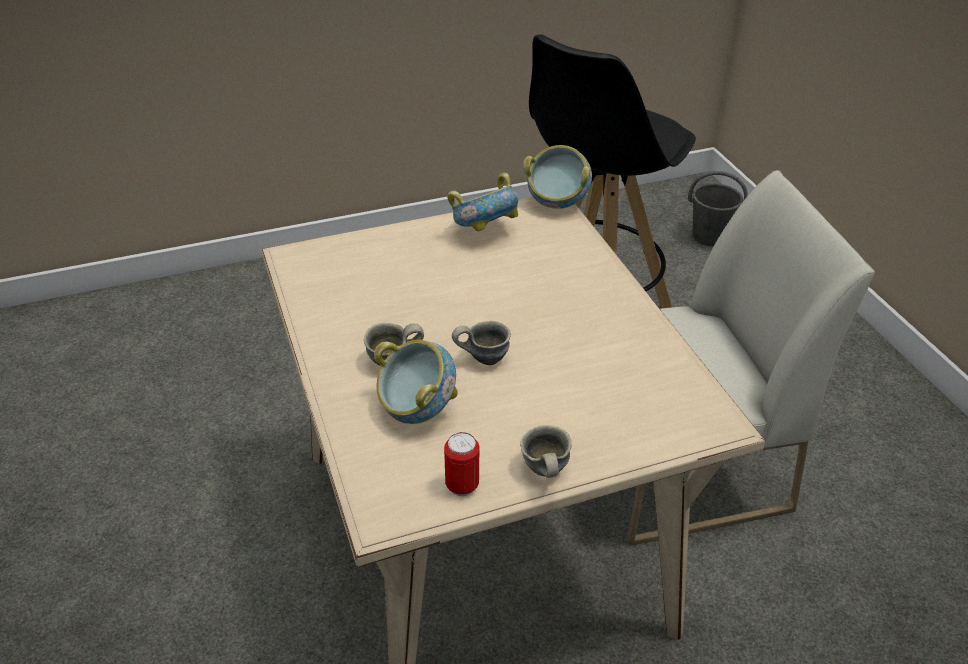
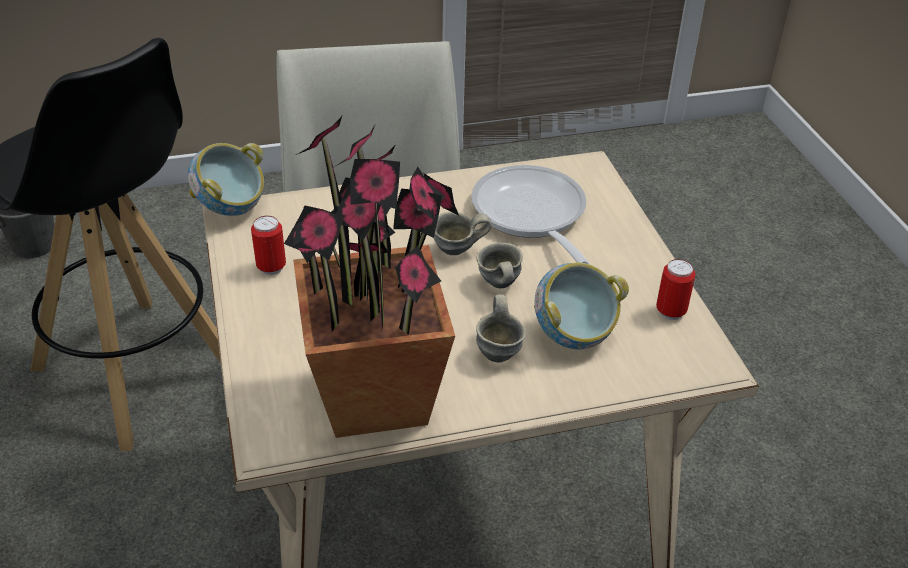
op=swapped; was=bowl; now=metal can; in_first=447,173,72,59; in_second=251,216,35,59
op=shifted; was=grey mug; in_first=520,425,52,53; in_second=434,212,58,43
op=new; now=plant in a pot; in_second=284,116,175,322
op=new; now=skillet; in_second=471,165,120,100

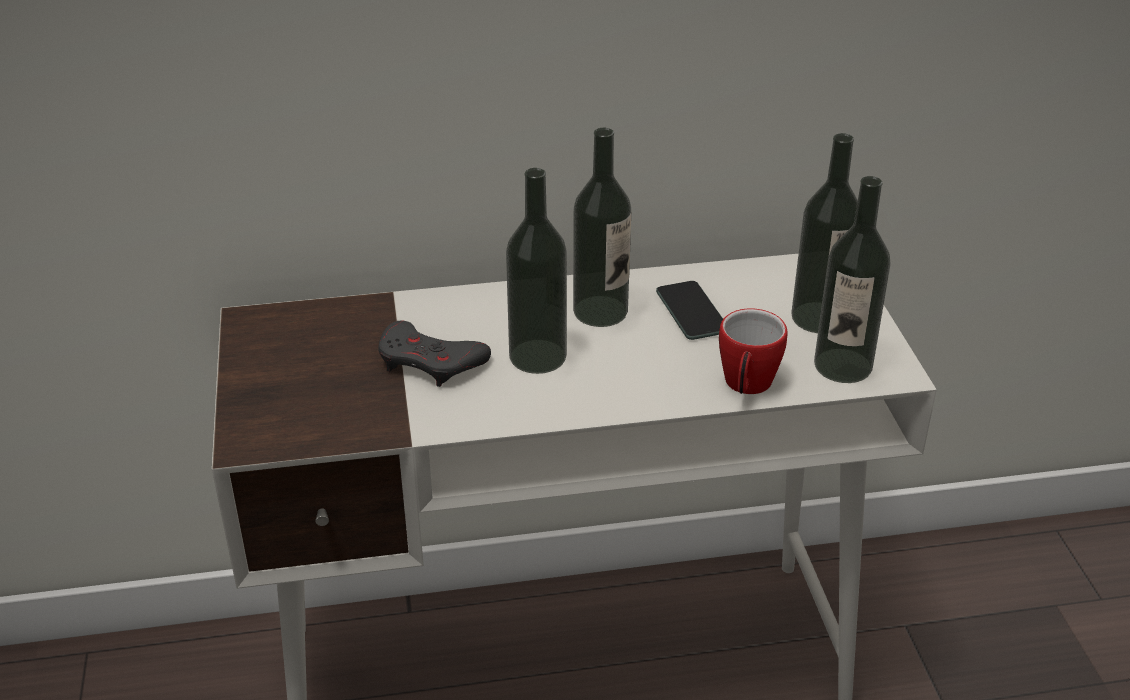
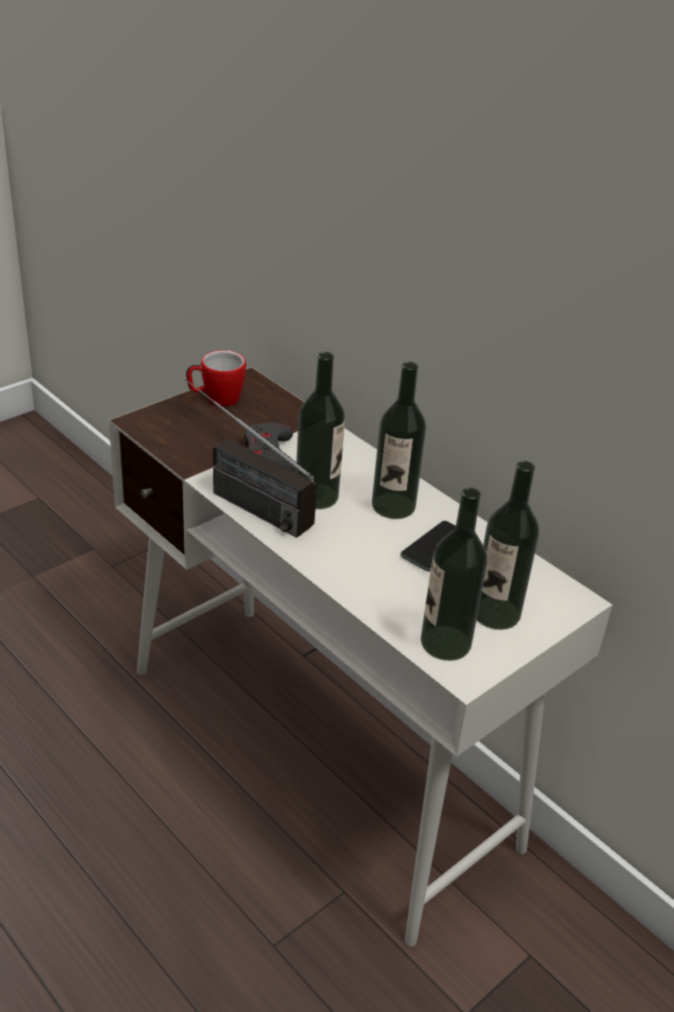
op=shifted; was=mug; in_first=719,309,69,85; in_second=186,350,60,57
op=new; now=radio; in_second=184,378,133,160

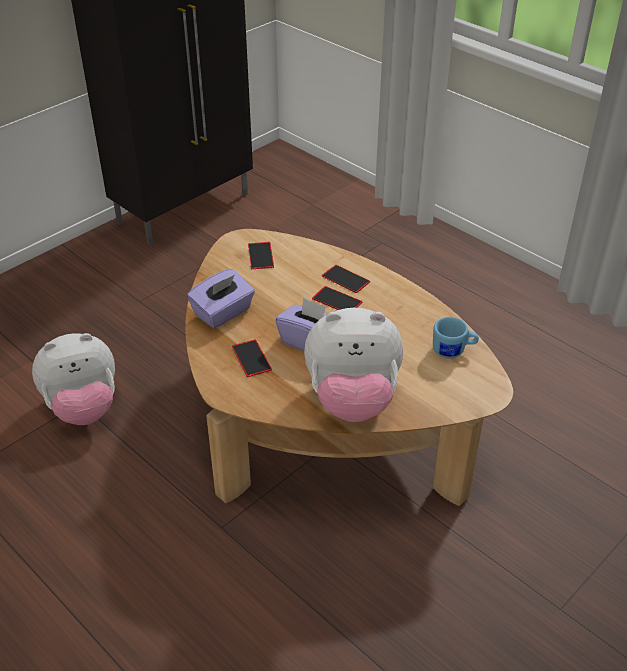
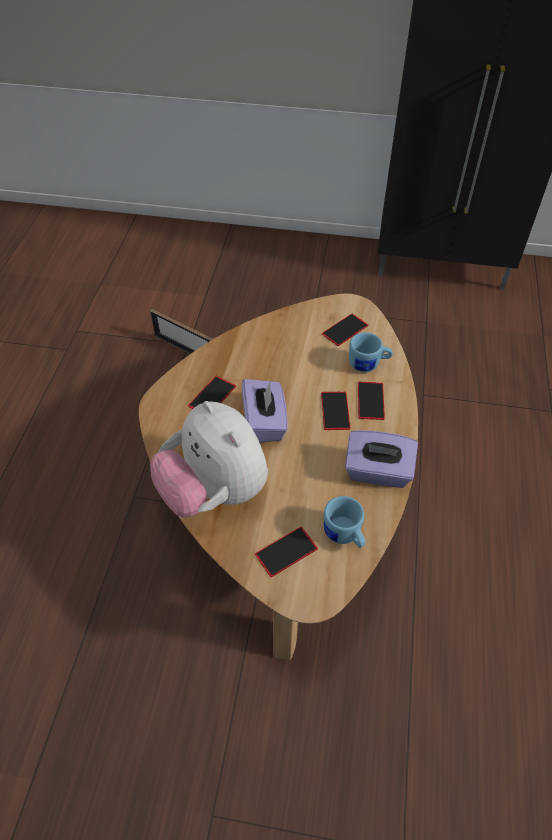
op=swapped; was=cuddly toy; now=picture frame; in_first=32,333,83,92; in_second=150,309,63,45
op=shifted; was=purplish tissue holder; in_first=187,269,68,60; in_second=345,430,73,58
op=new; now=handset; in_second=255,527,63,50
op=new; now=bluish mug; in_second=349,332,44,41

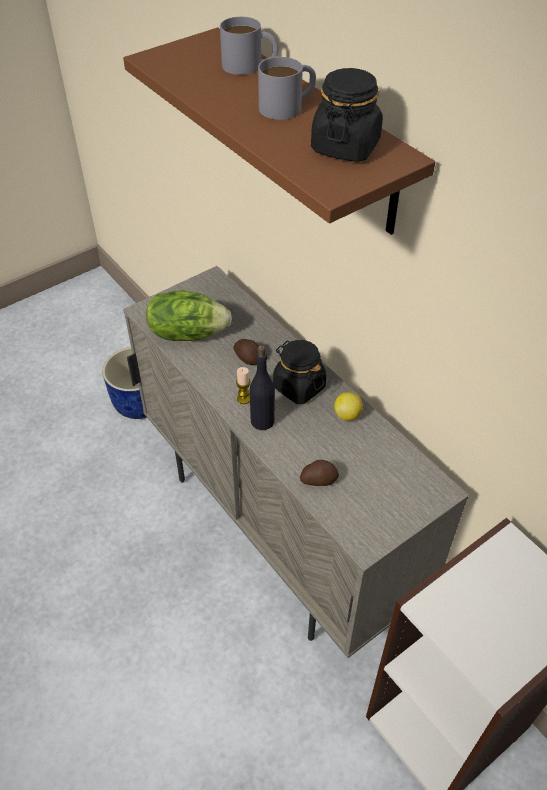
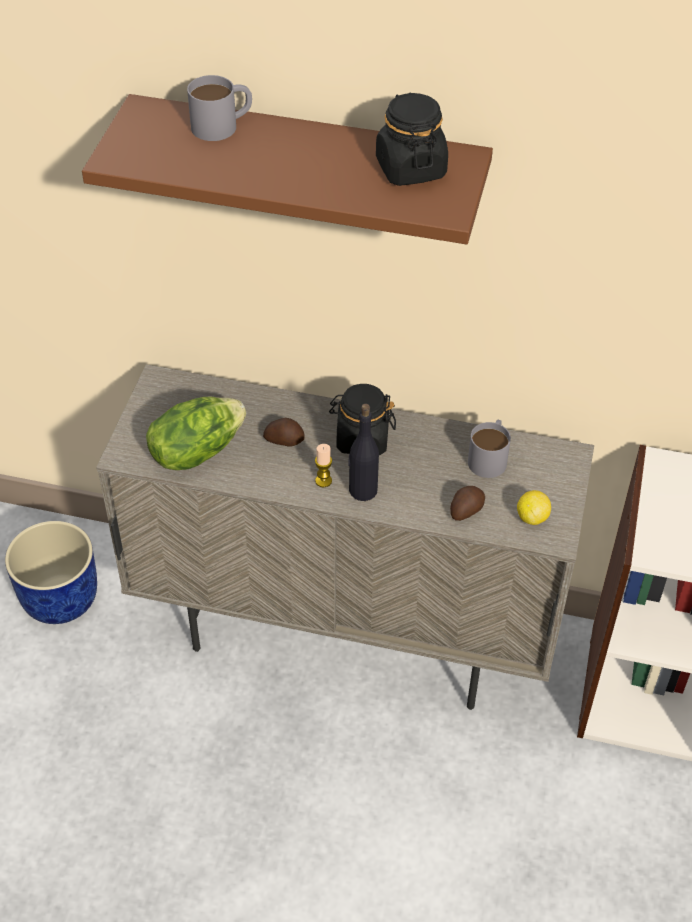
op=shifted; was=grey mug; in_first=258,57,58,63; in_second=468,420,43,58
op=shifted; was=whole lemon; in_first=334,392,29,29; in_second=517,490,34,35

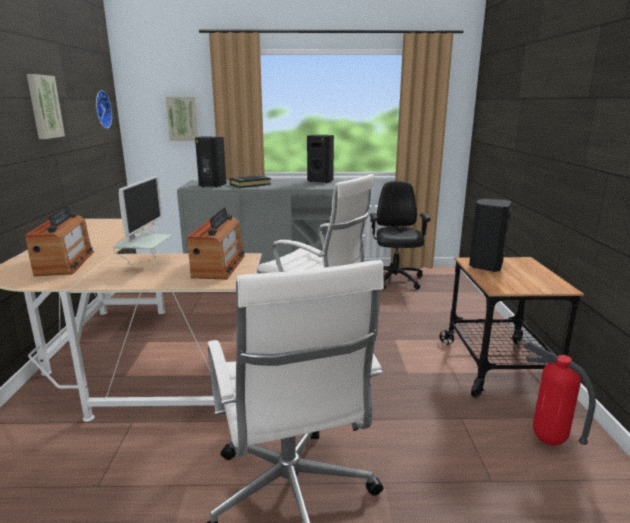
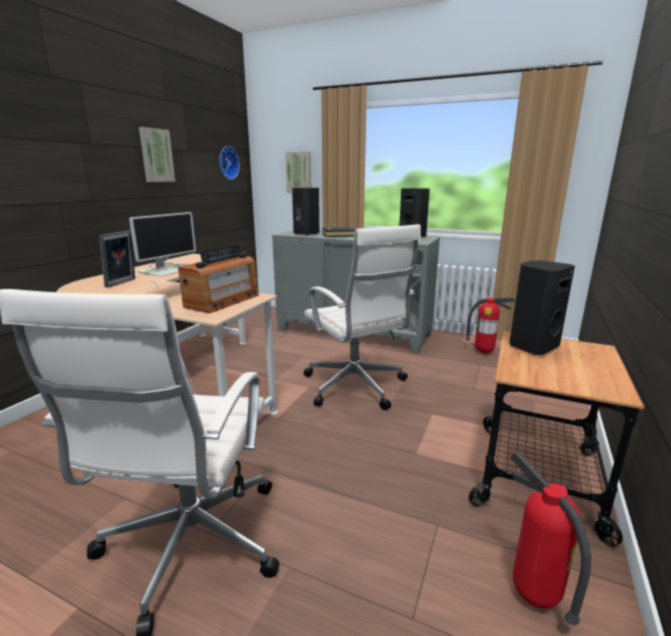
op=swapped; was=radio; now=picture frame; in_first=25,205,69,71; in_second=99,231,36,57
op=swapped; was=black-coloured desk chair; now=extinguisher; in_first=370,181,61,109; in_second=465,297,50,56

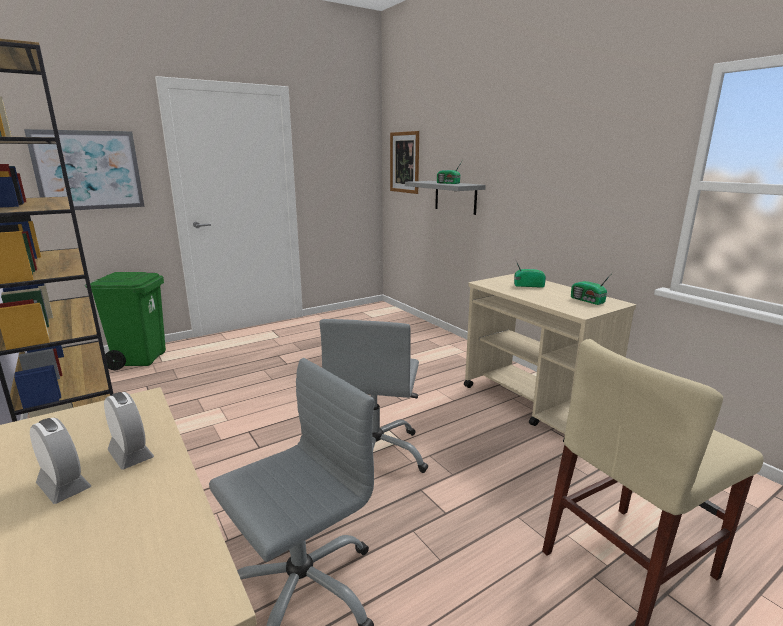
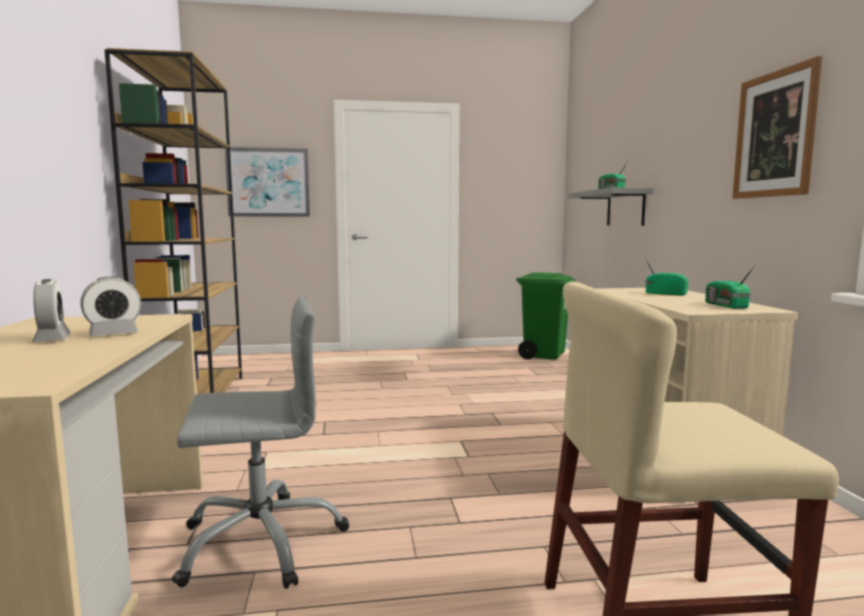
op=shifted; was=green-coloured waste bin; in_first=85,272,81,98; in_second=516,272,60,88
op=rotated; was=alarm clock; in_first=104,392,50,77; in_second=80,277,61,59; clockwise=75
op=gone; was=grey desk chair; in_first=319,319,109,154
op=shifted; was=picture; in_first=390,131,29,63; in_second=732,56,90,143

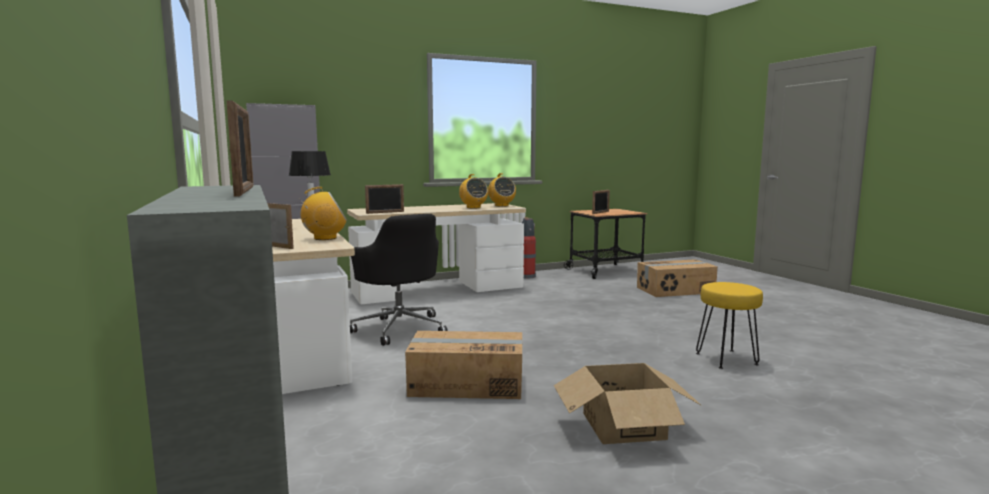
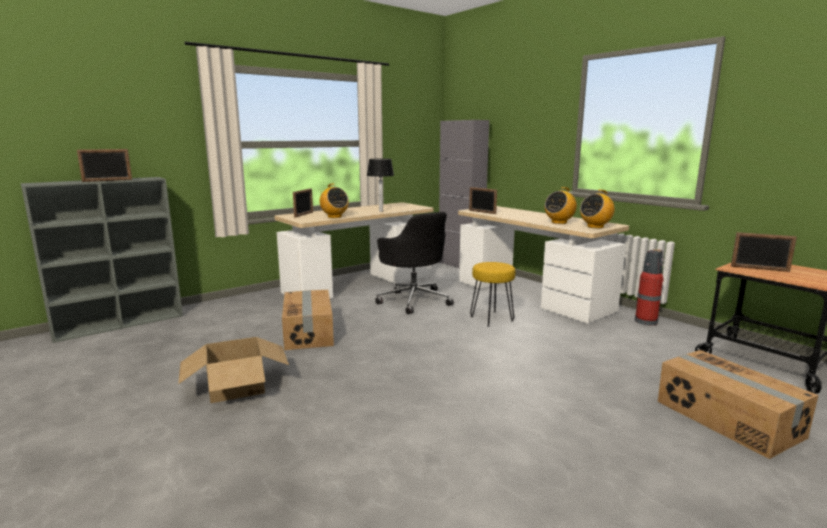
op=rotated; was=black-coloured desk chair; in_first=350,214,98,132; in_second=375,212,79,102; clockwise=-75
op=shifted; was=yellow sitting stool; in_first=696,282,67,87; in_second=470,262,46,65

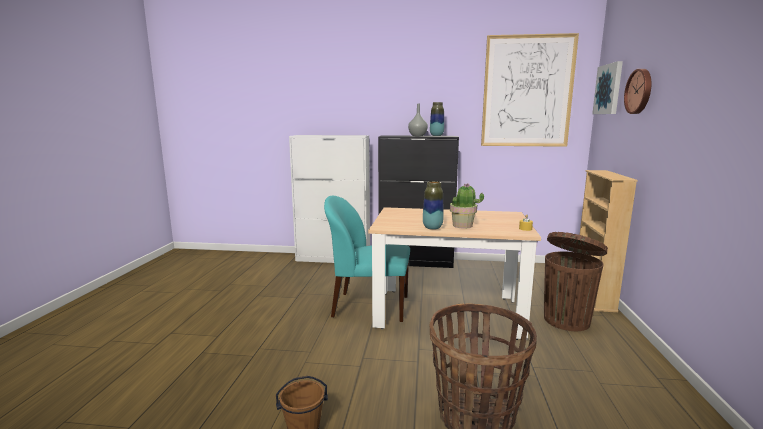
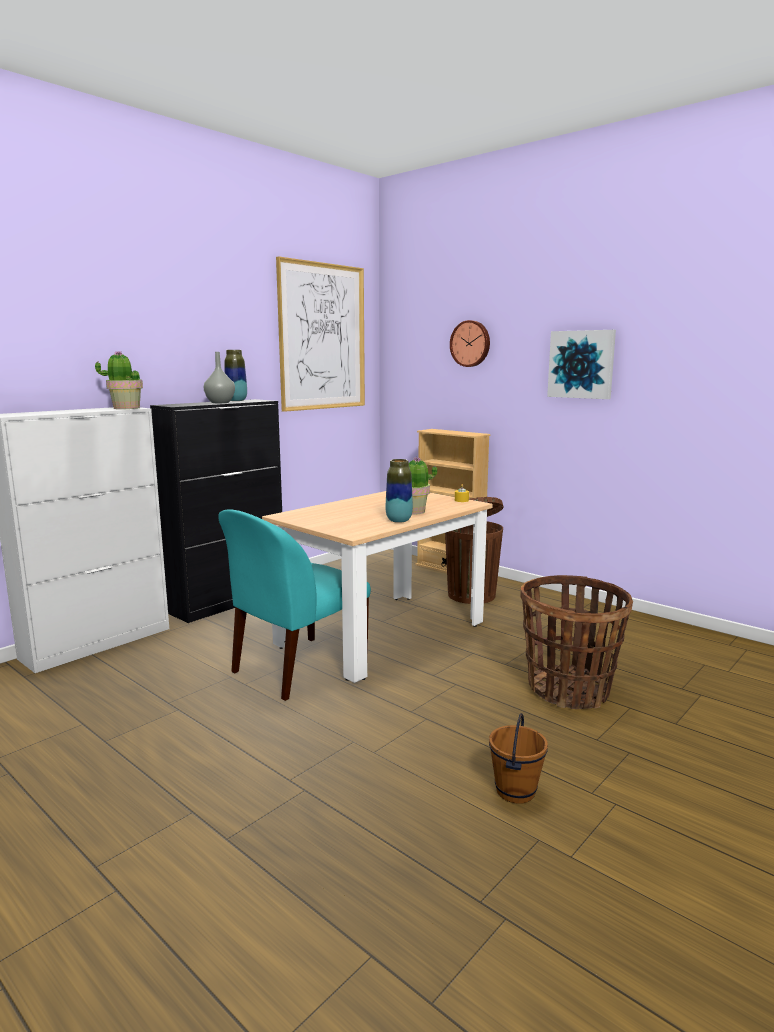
op=shifted; was=picture; in_first=592,61,31,53; in_second=547,330,69,69
op=new; now=plant in a pot; in_second=95,351,48,58

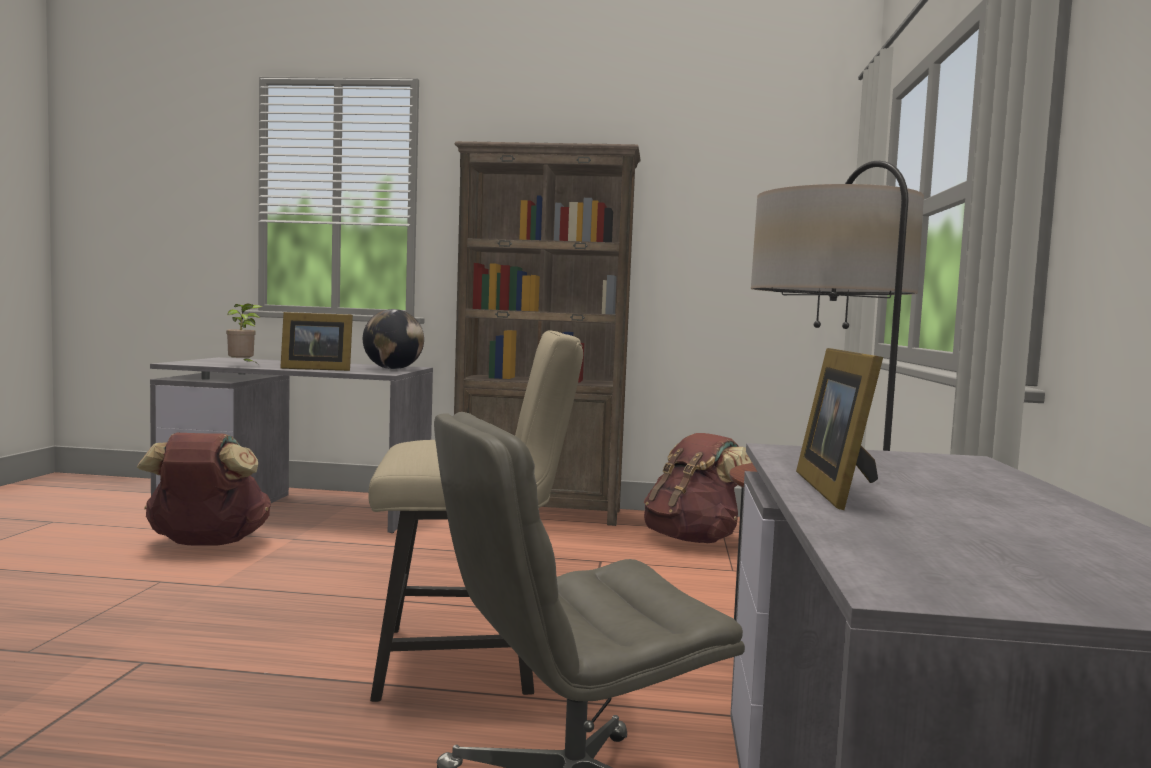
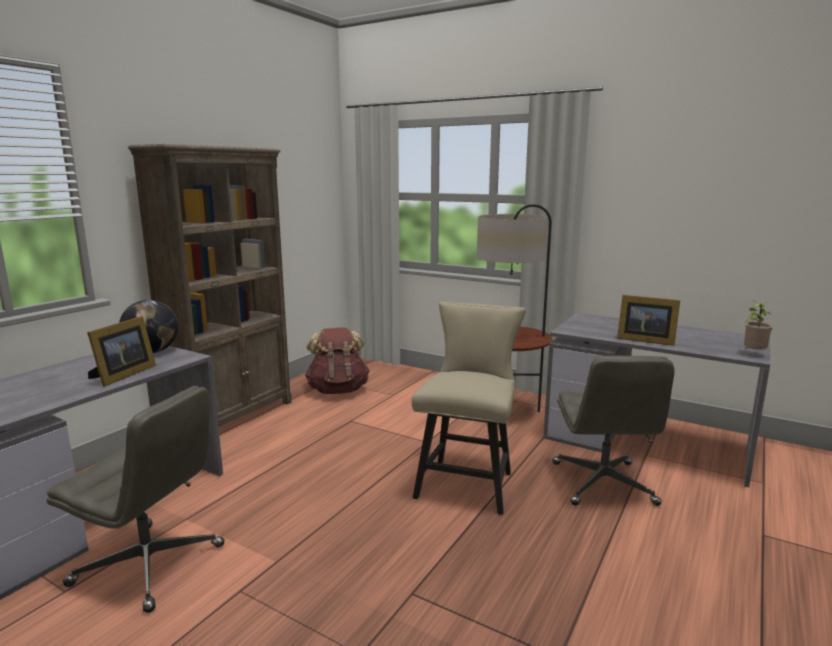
op=swapped; was=brownish backpack; now=grey desk chair; in_first=137,433,134,113; in_second=47,386,178,227
op=shifted; was=plant in a pot; in_first=226,304,36,59; in_second=744,300,29,50

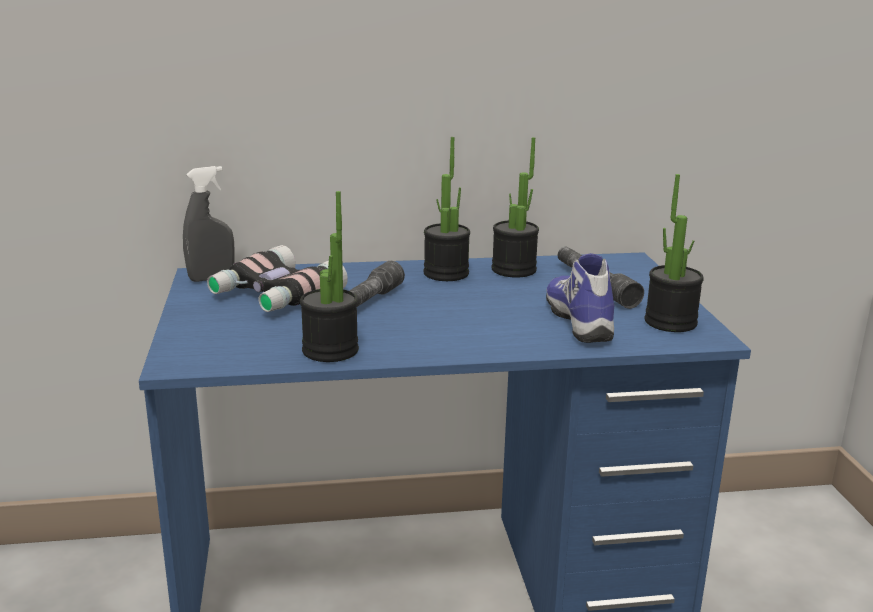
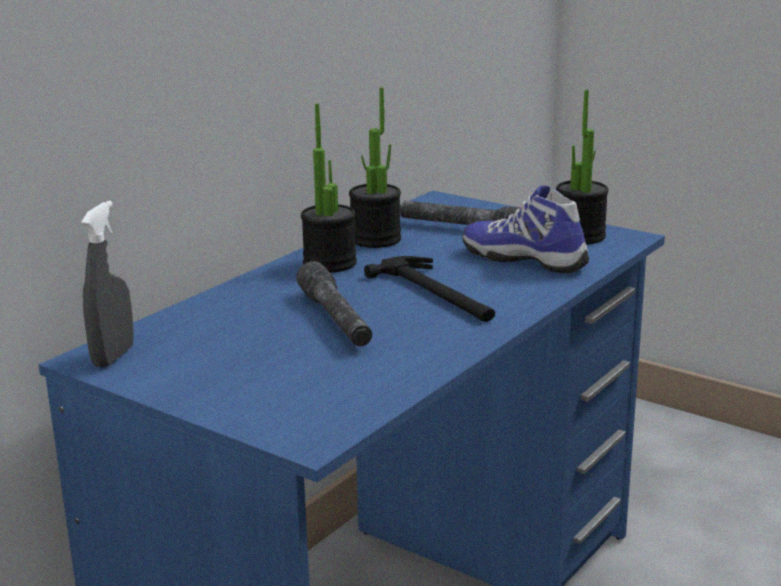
op=gone; was=binoculars; in_first=207,245,141,67
op=gone; was=plant in a pot; in_first=300,191,59,171
op=new; now=tool hammer; in_second=364,256,131,66

